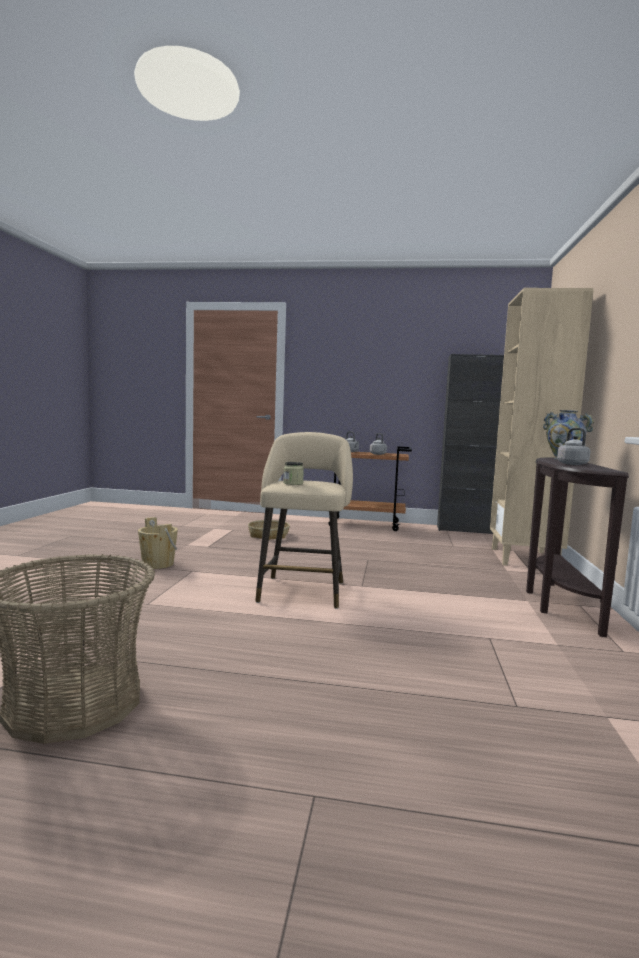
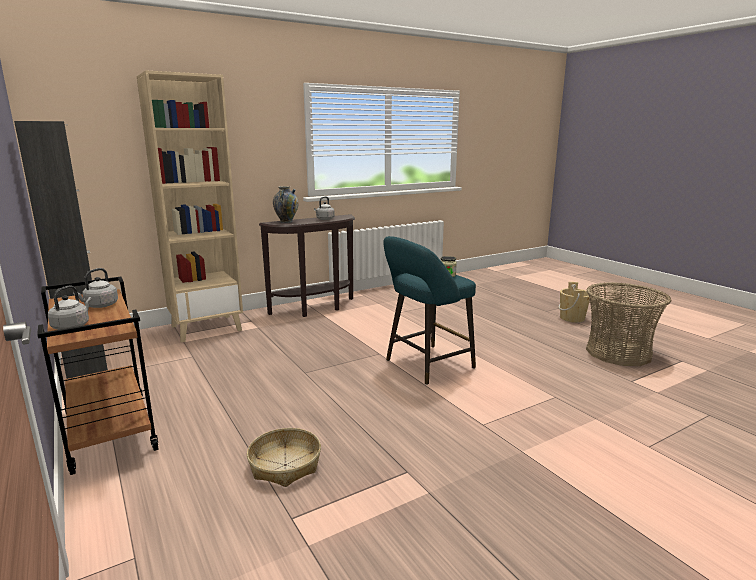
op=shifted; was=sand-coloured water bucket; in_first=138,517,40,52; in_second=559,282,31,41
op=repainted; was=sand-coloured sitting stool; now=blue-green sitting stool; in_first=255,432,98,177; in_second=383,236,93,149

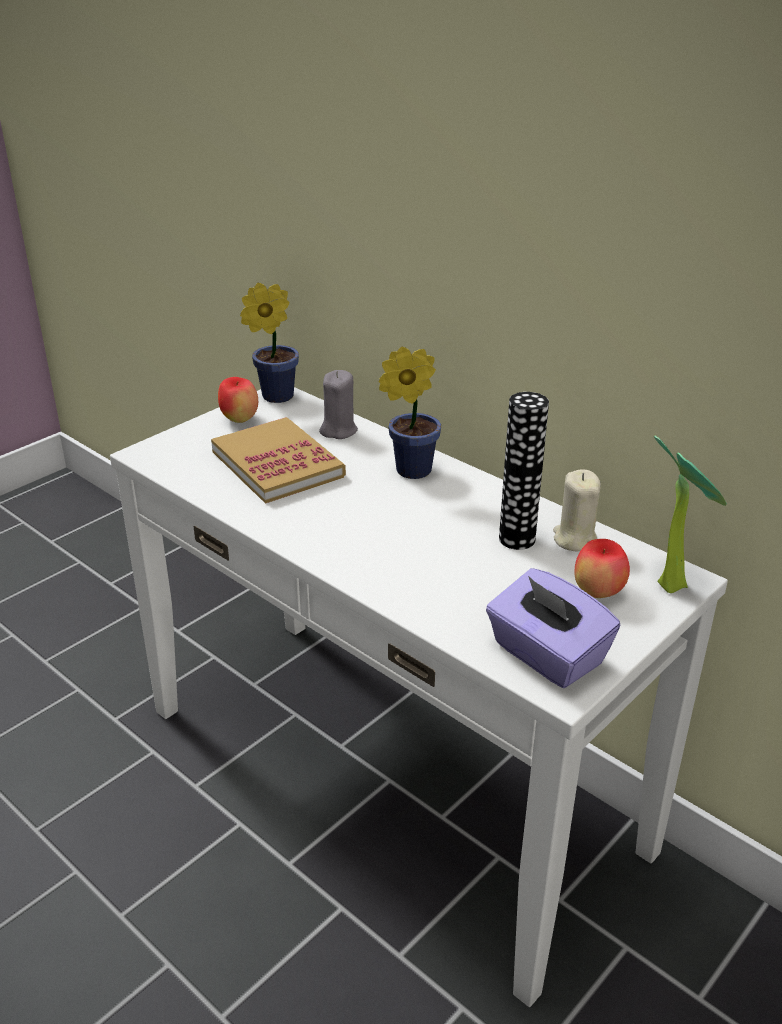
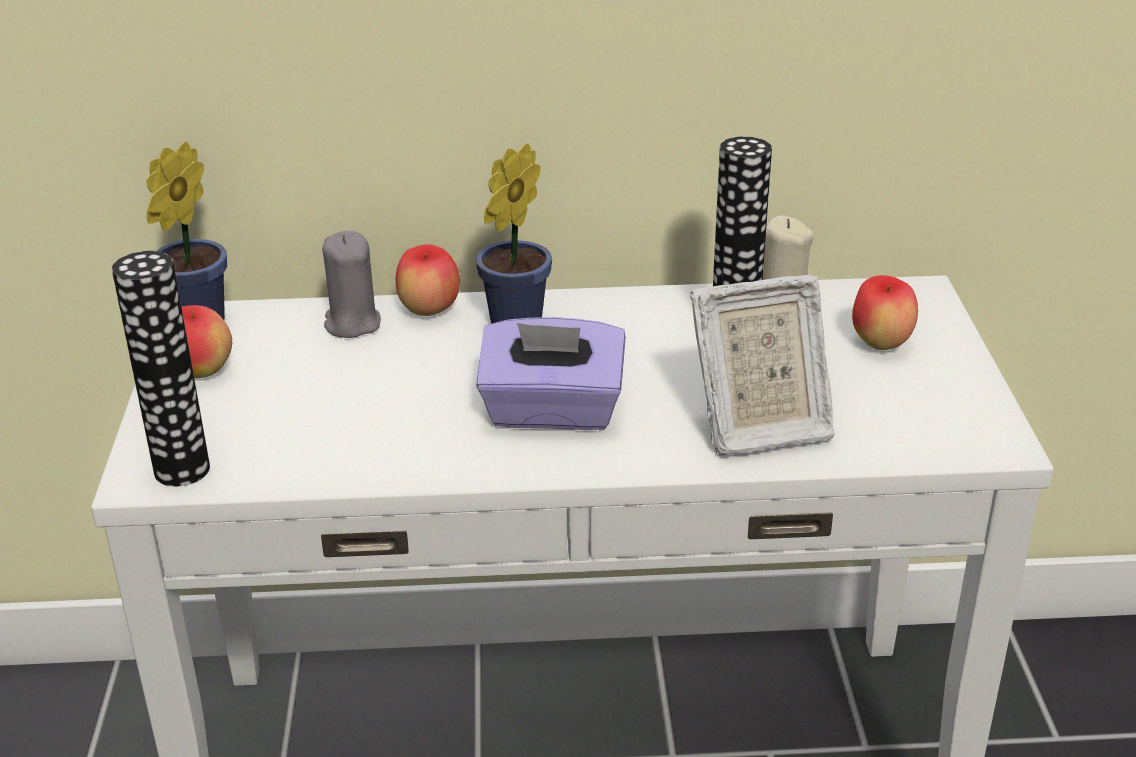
op=gone; was=bound book; in_first=211,417,135,87
op=shifted; was=purplish tissue holder; in_first=486,568,134,120; in_second=476,317,150,113
op=gone; was=plant in a pot; in_first=654,435,73,158
op=new; now=flower vase; in_second=112,251,98,235
op=new; now=whole apple; in_second=396,244,64,72
op=new; now=picture frame; in_second=690,274,144,181

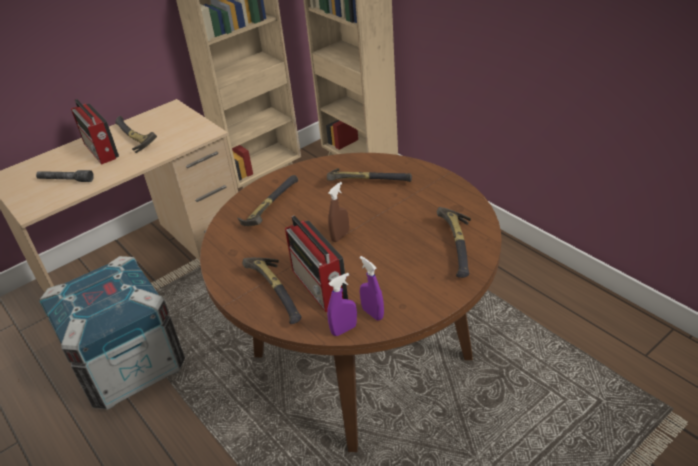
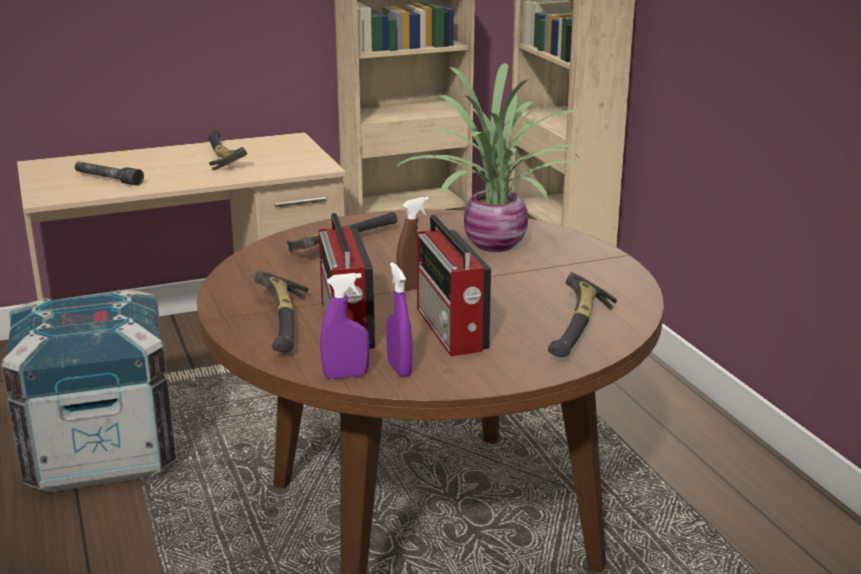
op=shifted; was=radio; in_first=71,99,48,66; in_second=417,215,74,141
op=swapped; was=tool hammer; now=plant in a pot; in_first=327,168,85,14; in_second=393,63,192,189

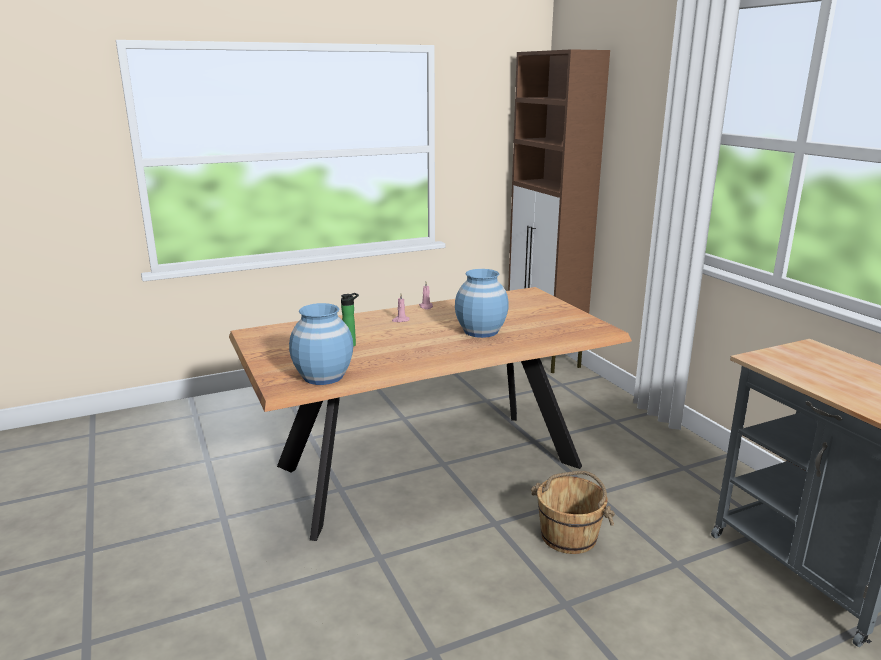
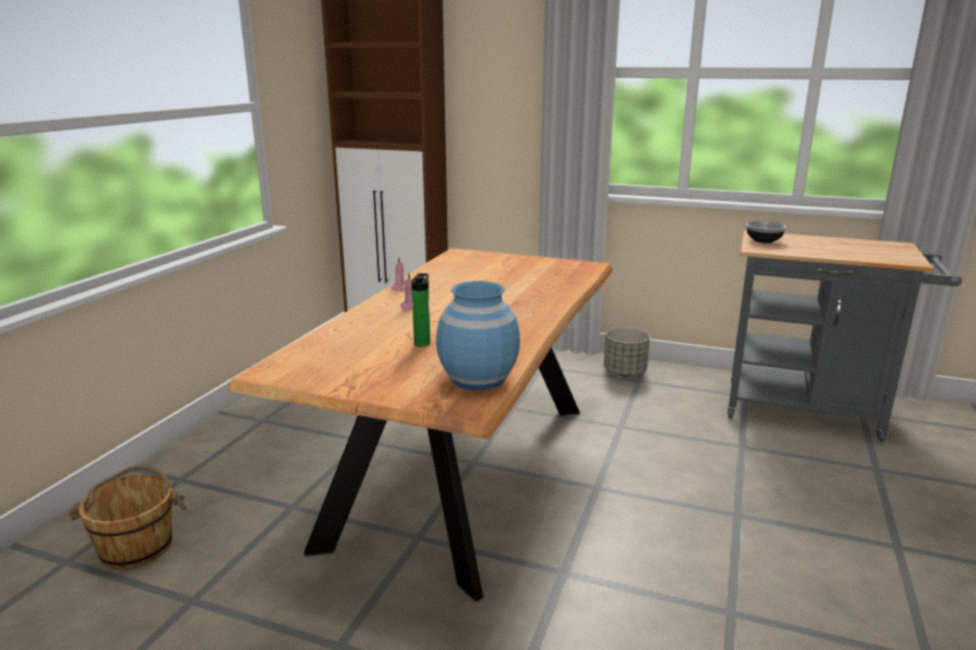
op=gone; was=bluish flower vase; in_first=455,269,54,69
op=shifted; was=brownish water bucket; in_first=531,471,84,83; in_second=68,465,119,104
op=new; now=grey planter; in_second=604,327,46,49
op=new; now=bowl; in_second=746,221,40,22

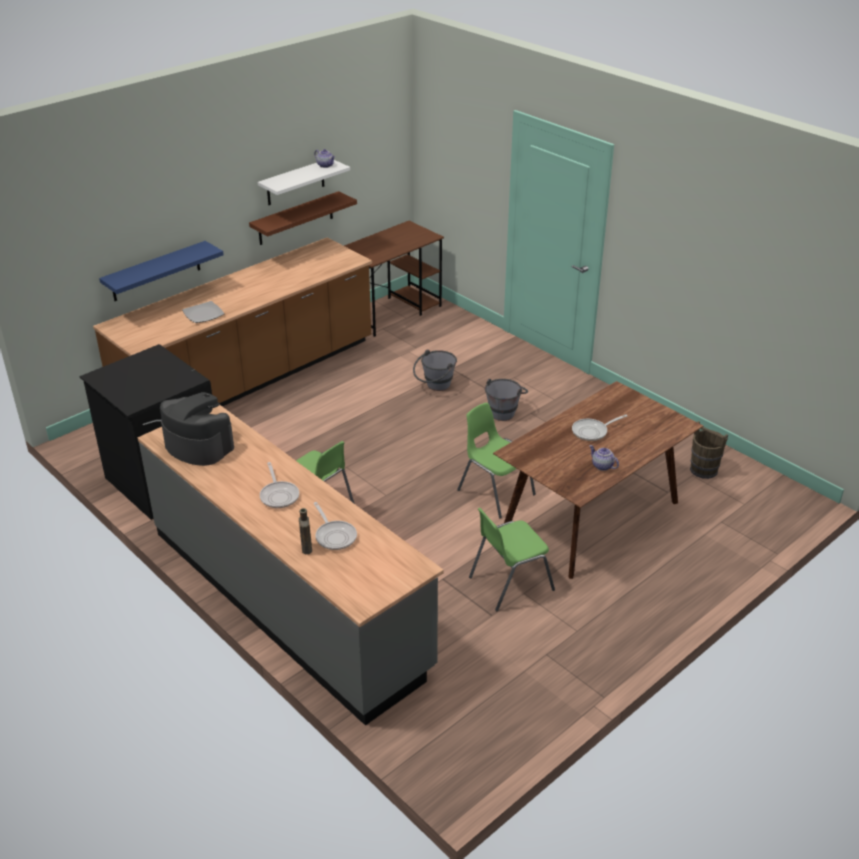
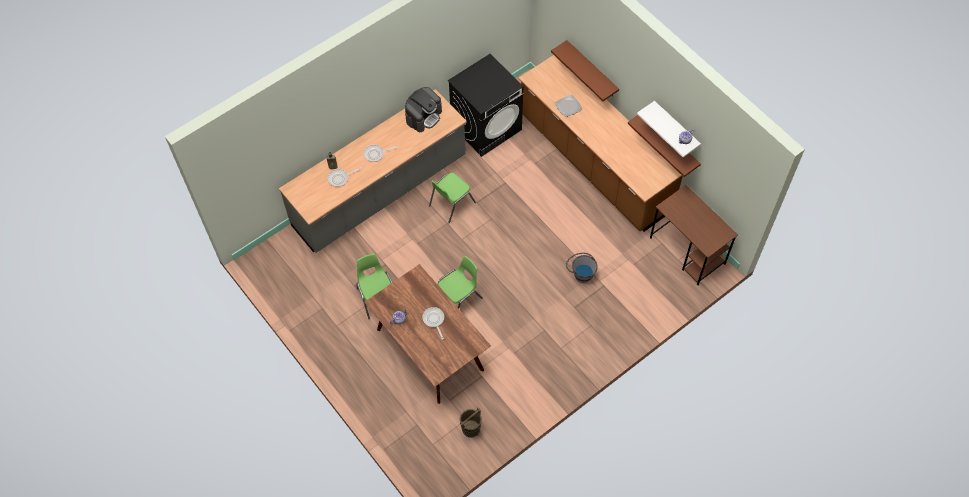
op=repainted; was=bluish wall shelf; now=brownish wall shelf; in_first=99,241,125,60; in_second=551,40,68,61
op=gone; was=grey water bucket; in_first=485,379,43,42

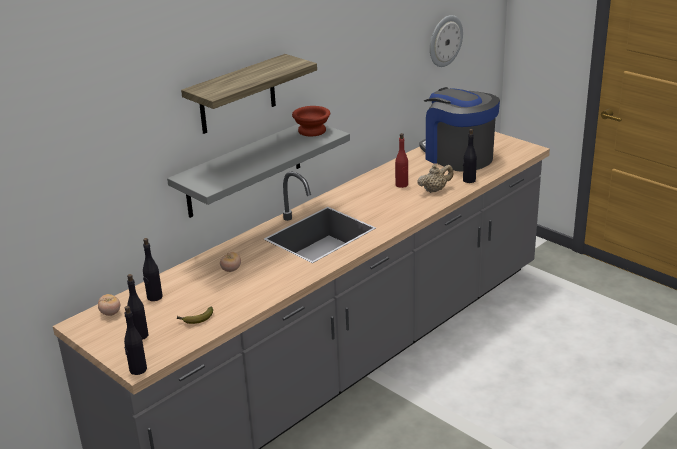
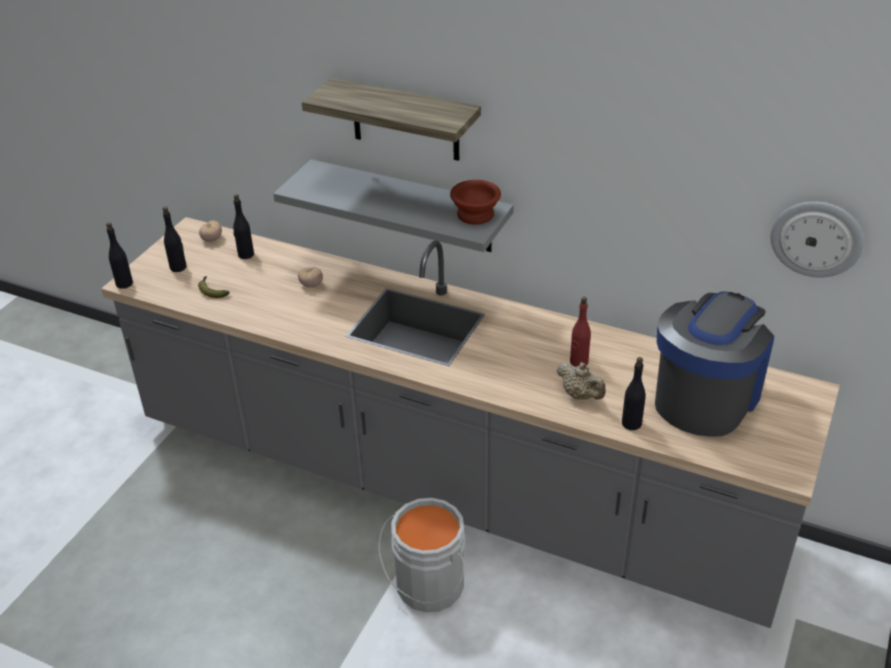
op=new; now=grey water bucket; in_second=378,498,88,114

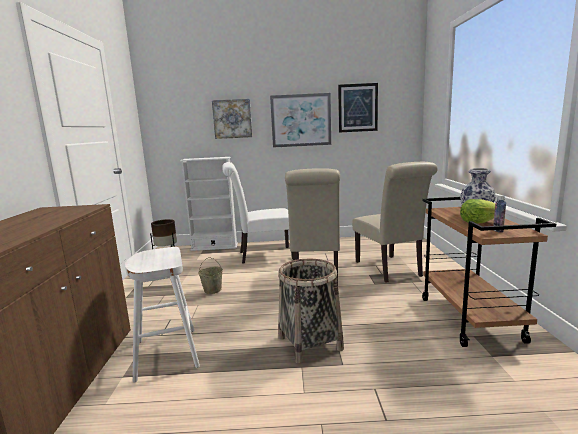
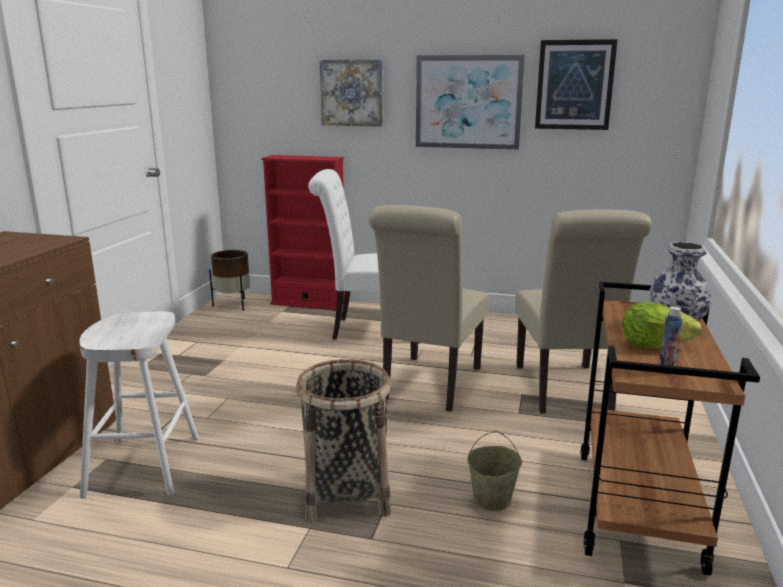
op=repainted; was=white bookshelf; now=red-coloured bookshelf; in_first=180,157,58,94; in_second=261,155,84,155
op=shifted; was=sand-coloured water bucket; in_first=198,257,25,37; in_second=467,431,55,80

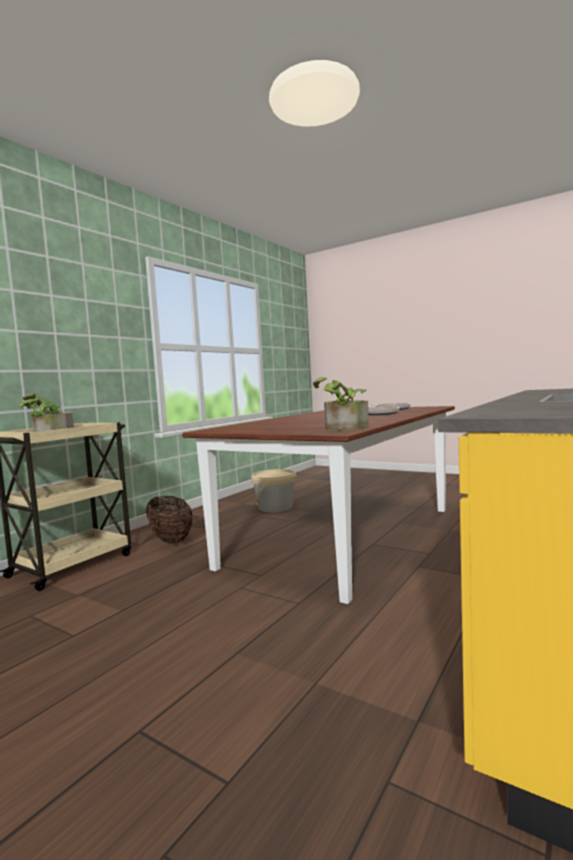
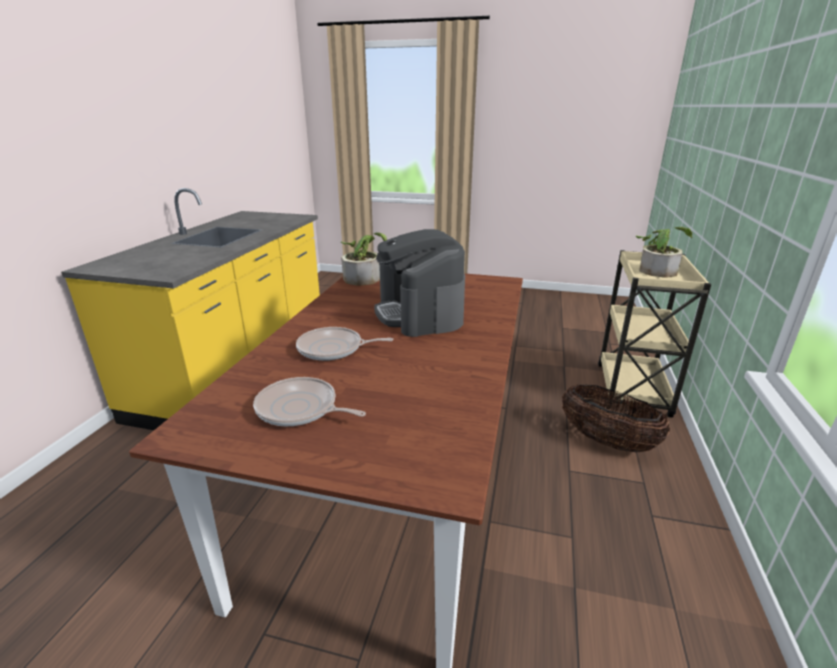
op=gone; was=sand-coloured water bucket; in_first=251,469,45,44
op=new; now=coffee maker; in_second=374,229,91,108

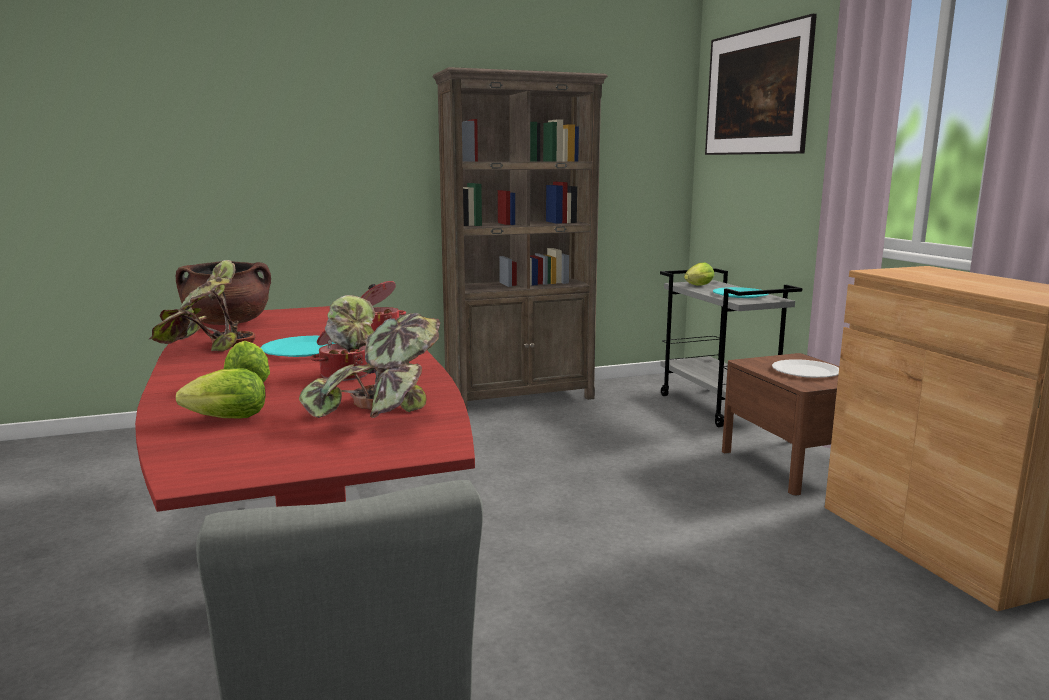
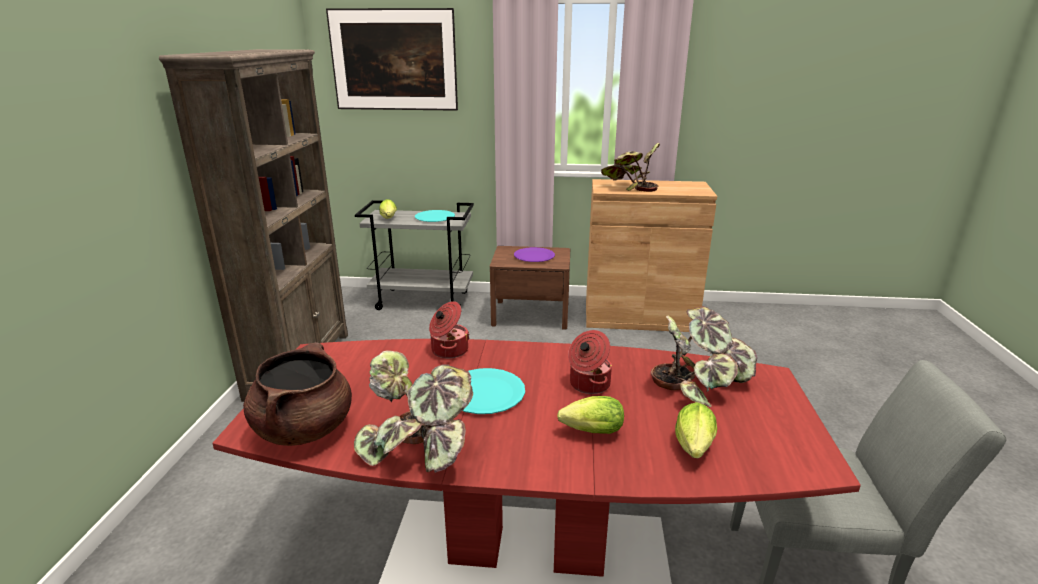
op=repainted; was=white flat dish; now=purplish flat dish; in_first=772,359,67,19; in_second=514,247,41,15
op=new; now=plant in a pot; in_second=601,143,59,49

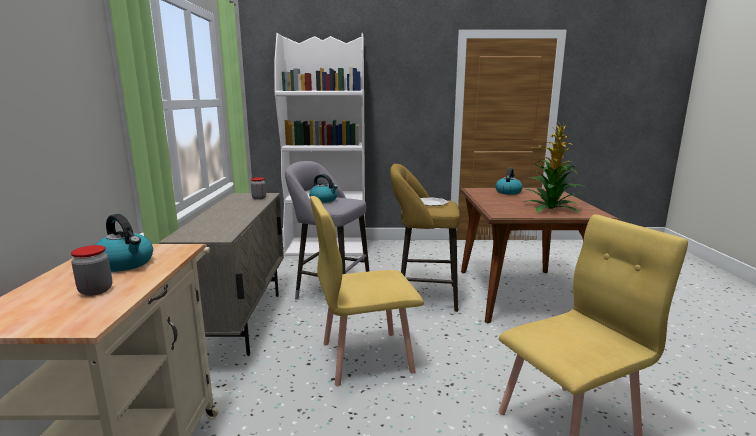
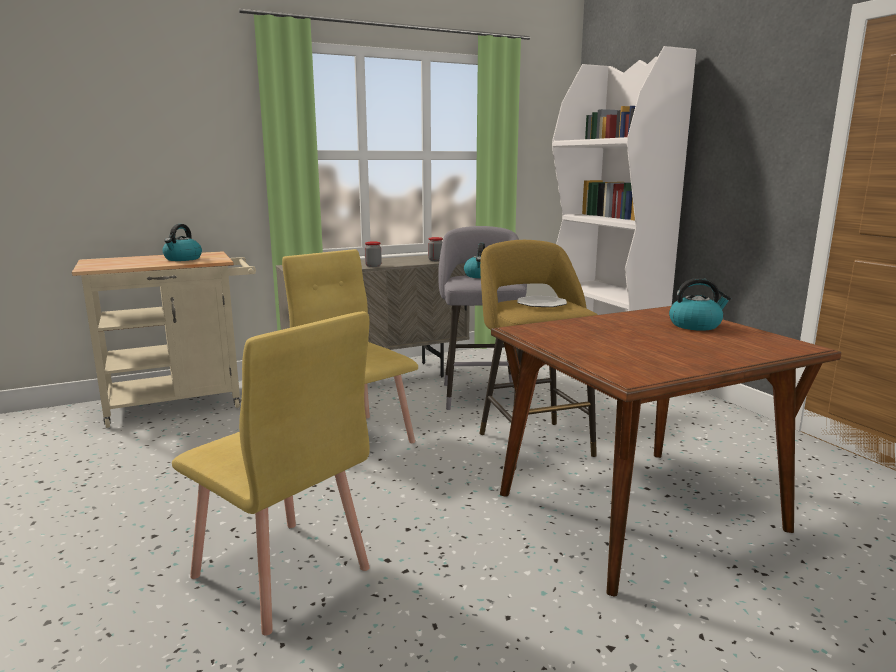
op=shifted; was=preserve jar; in_first=71,245,41,51; in_second=365,241,17,26
op=gone; was=plant in a pot; in_first=524,122,62,90

